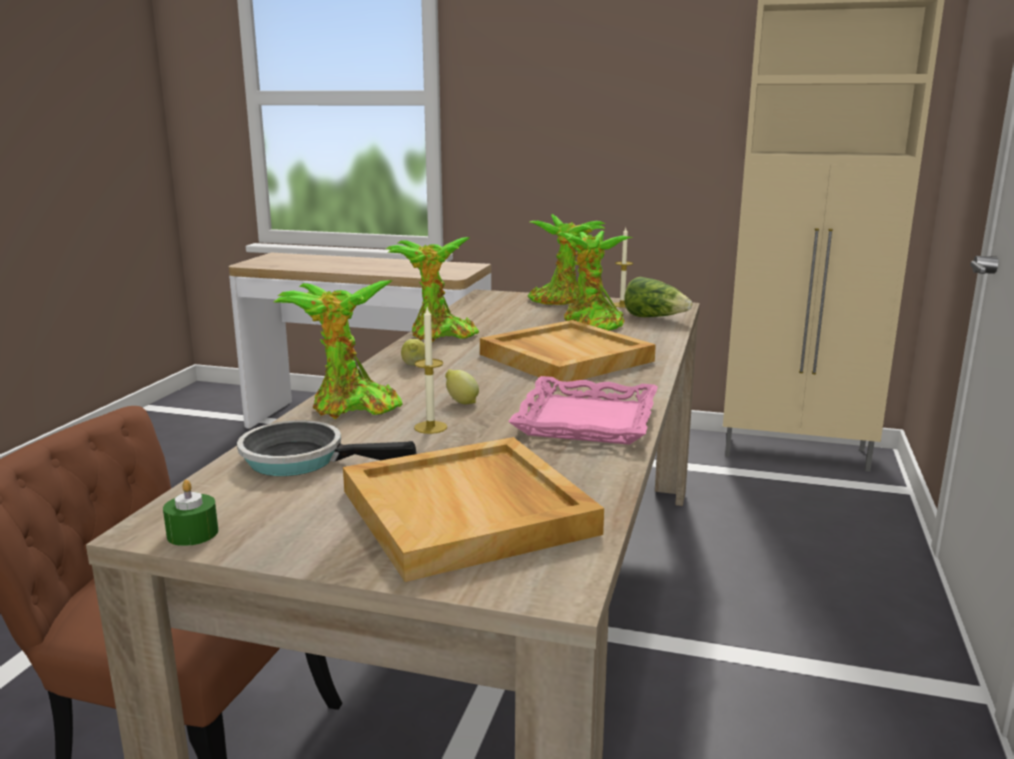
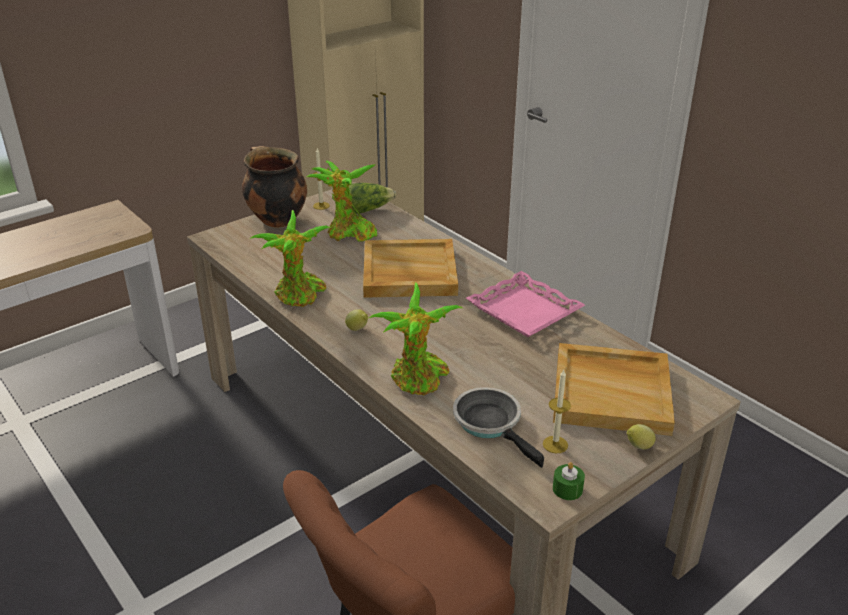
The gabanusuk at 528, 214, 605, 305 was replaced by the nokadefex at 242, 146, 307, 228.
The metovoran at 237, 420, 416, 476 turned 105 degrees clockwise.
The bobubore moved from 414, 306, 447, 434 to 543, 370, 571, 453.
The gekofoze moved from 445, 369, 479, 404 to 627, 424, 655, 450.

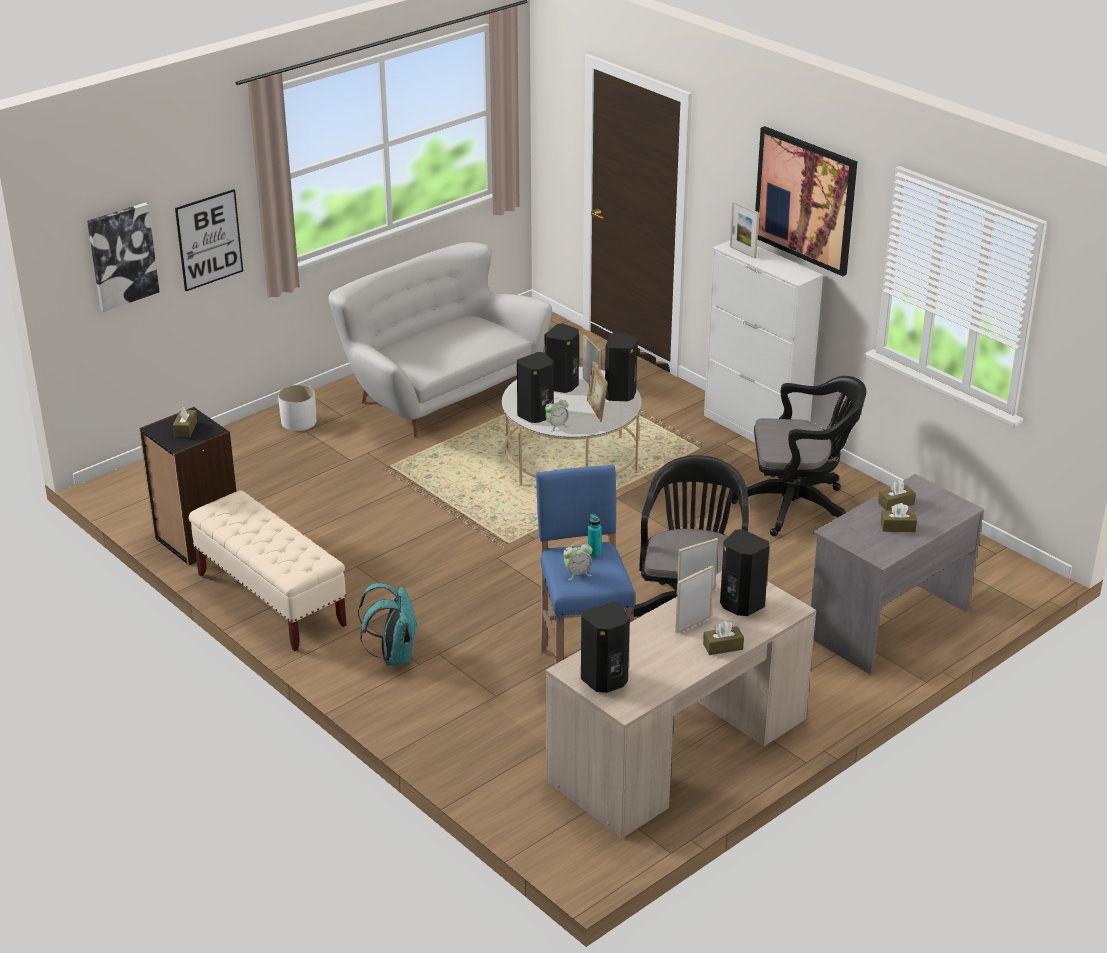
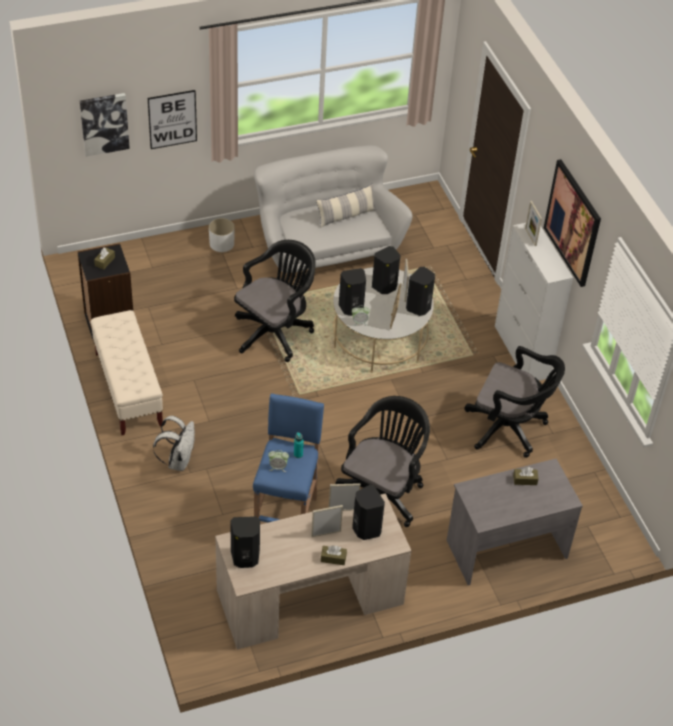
The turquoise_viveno at 358, 583, 417, 666 became the white_viveno at 153, 416, 195, 471.
The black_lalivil at 234, 240, 316, 362 appeared.
The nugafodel at 316, 183, 376, 228 appeared.
The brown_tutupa at 881, 503, 917, 532 disappeared.

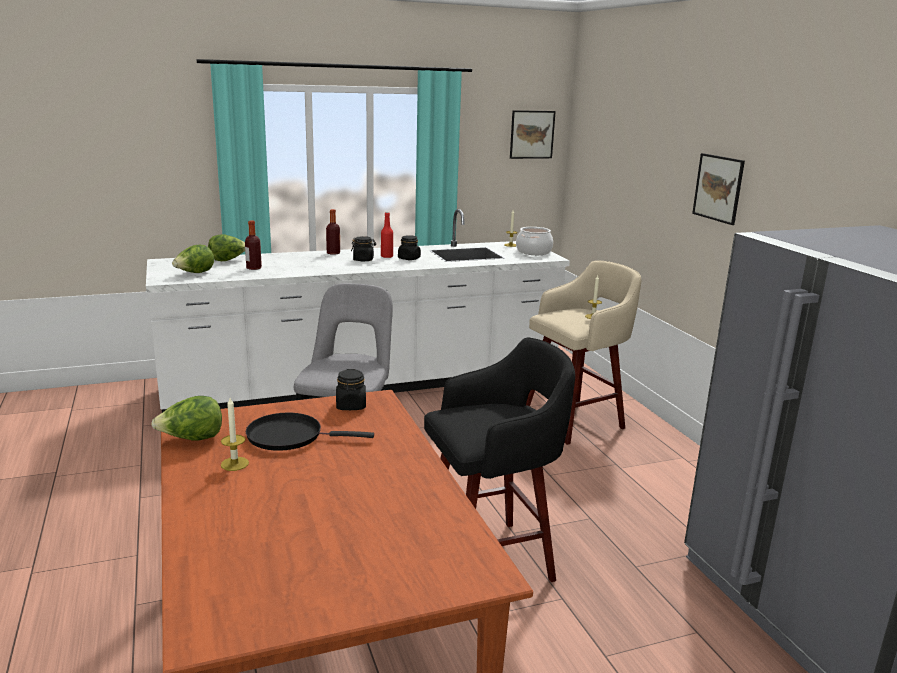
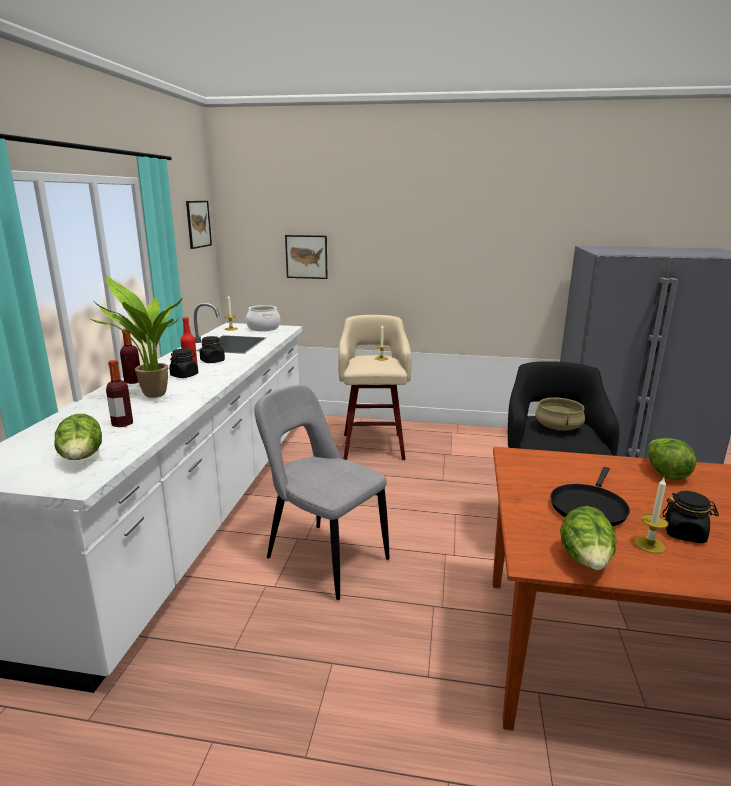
The gabanusuk at 88, 276, 182, 398 appeared.
The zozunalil moved from 692, 153, 745, 225 to 285, 235, 328, 279.
The beige_nokadefex at 535, 397, 585, 431 appeared.
The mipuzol moved from 208, 234, 245, 261 to 648, 438, 697, 481.
The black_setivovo moved from 336, 369, 366, 410 to 662, 491, 719, 543.

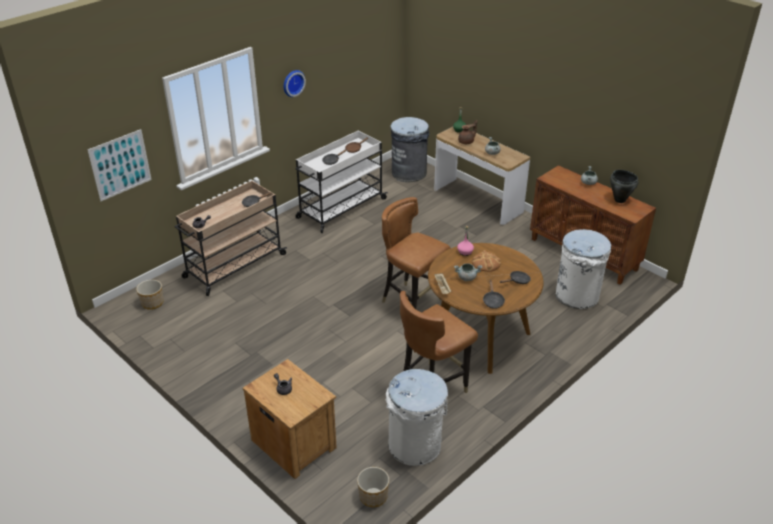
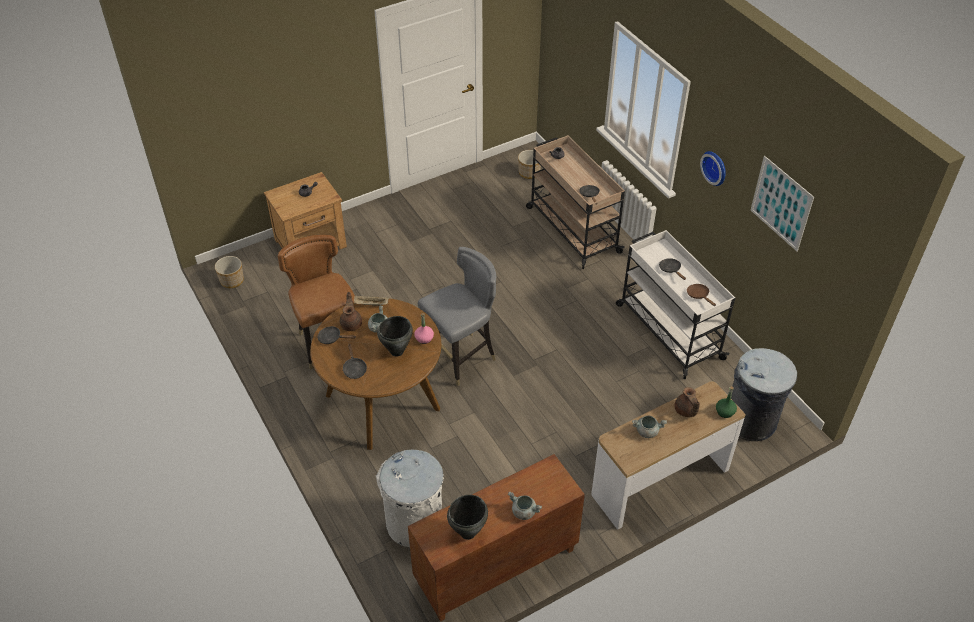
The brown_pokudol at 340, 292, 362, 331 appeared.
The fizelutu at 472, 250, 501, 272 was replaced by the black_nokadefex at 377, 316, 413, 357.
The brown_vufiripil at 382, 197, 450, 309 became the grey_vufiripil at 418, 247, 496, 386.
The zozunalil moved from 88, 129, 152, 201 to 751, 156, 814, 252.
The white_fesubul at 386, 369, 448, 466 disappeared.

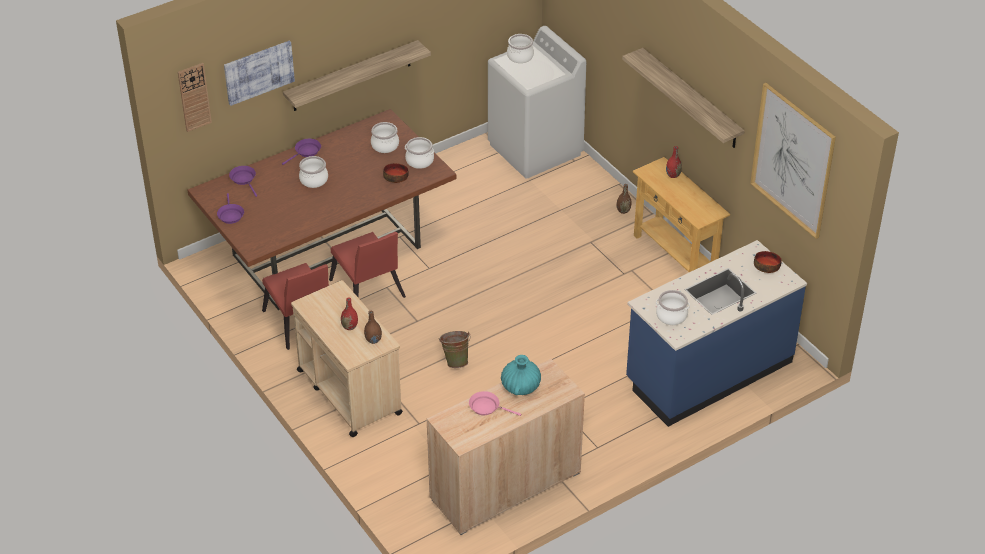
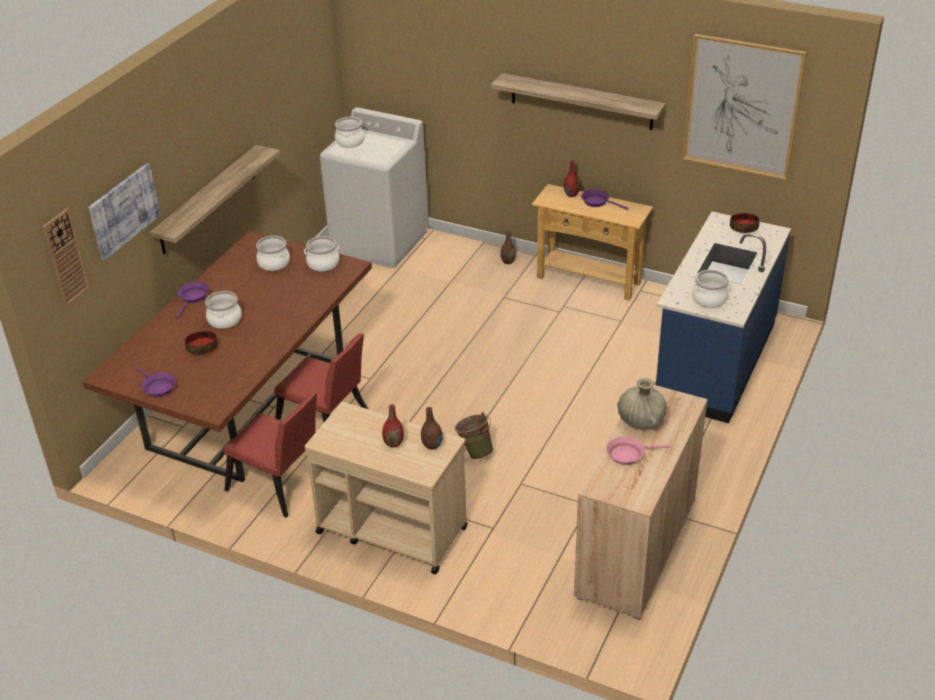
The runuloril moved from 383, 163, 409, 183 to 185, 331, 217, 355.
The purple_metovoran moved from 229, 166, 257, 197 to 581, 189, 628, 210.
The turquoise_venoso at 501, 355, 541, 395 became the beige_venoso at 617, 378, 667, 428.

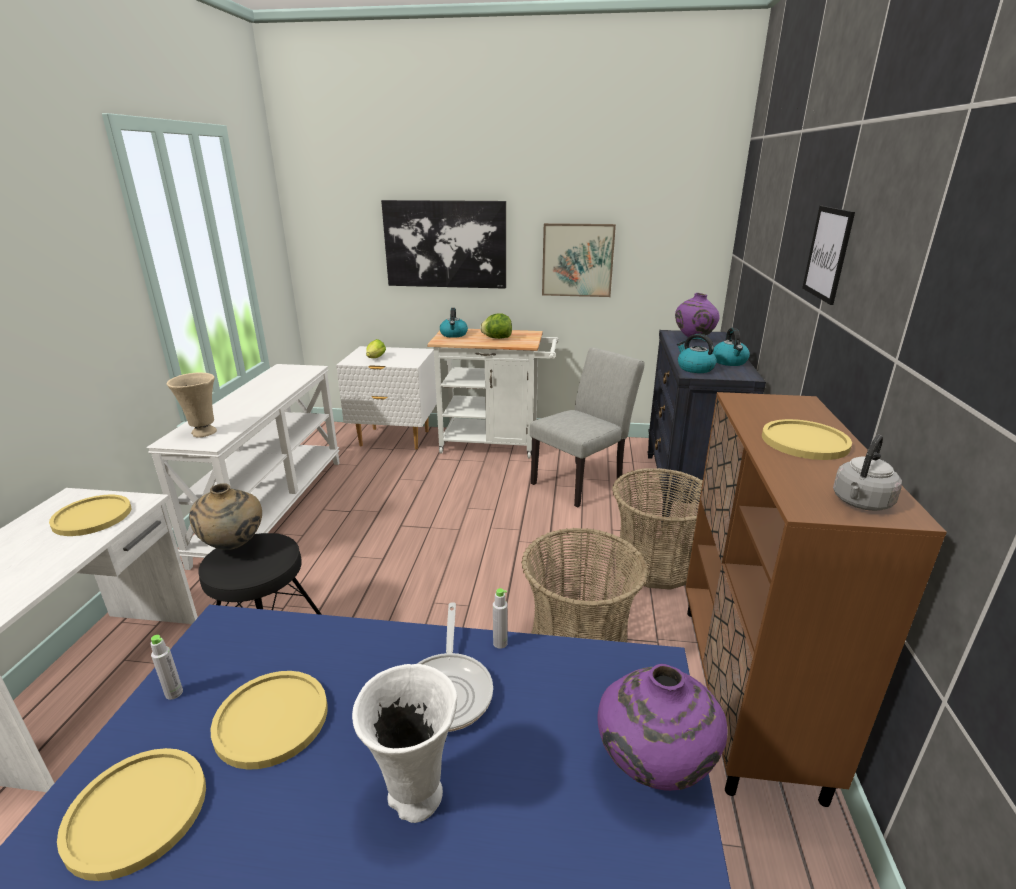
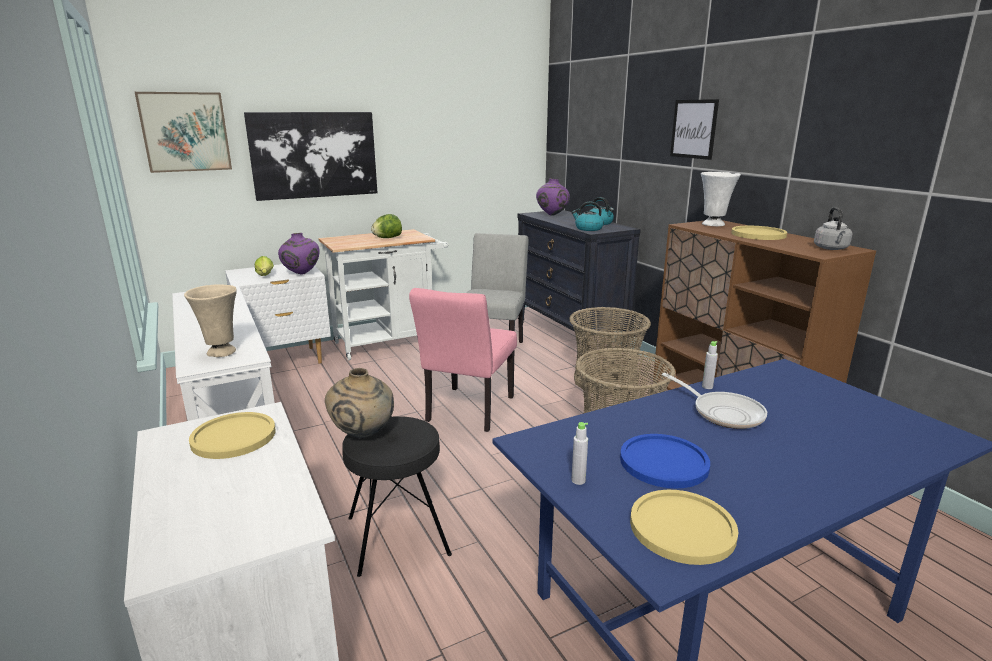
The zozunalil moved from 542, 223, 616, 297 to 135, 92, 232, 173.
The purple_venoso moved from 597, 664, 727, 791 to 278, 233, 320, 275.
The pink_vufiripil at 409, 288, 517, 432 appeared.
The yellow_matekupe at 211, 671, 328, 770 became the blue_matekupe at 620, 434, 710, 489.
The white_venoso moved from 352, 664, 457, 823 to 701, 172, 741, 226.
The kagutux at 440, 308, 468, 338 disappeared.

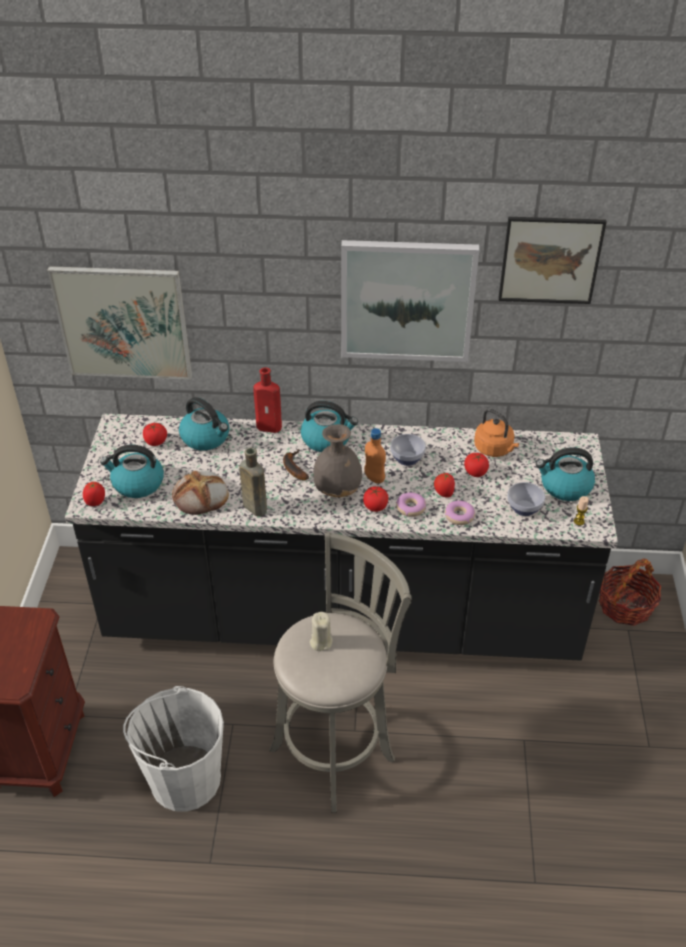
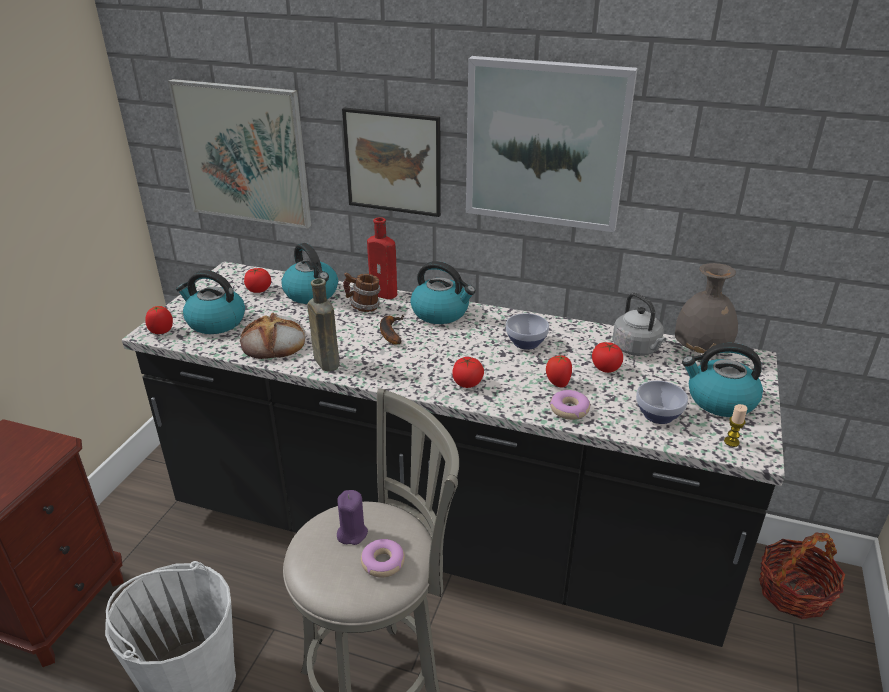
The beige_bobubore at 310, 612, 333, 651 became the purple_bobubore at 337, 490, 368, 545.
The zozunalil moved from 498, 217, 607, 304 to 342, 108, 441, 217.
The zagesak at 343, 272, 381, 312 appeared.
The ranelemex moved from 396, 492, 426, 517 to 361, 539, 405, 578.
The orange_kagutux at 474, 409, 519, 457 became the grey_kagutux at 612, 292, 666, 356.
The grey_venoso moved from 313, 424, 362, 497 to 675, 263, 738, 354.
The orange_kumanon at 364, 428, 386, 484 disappeared.

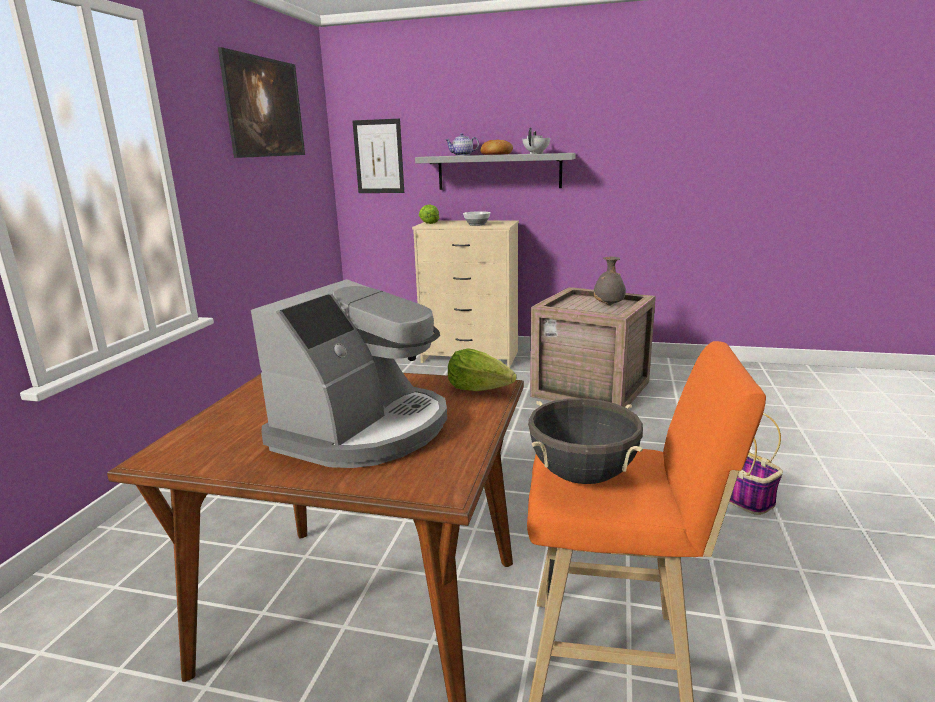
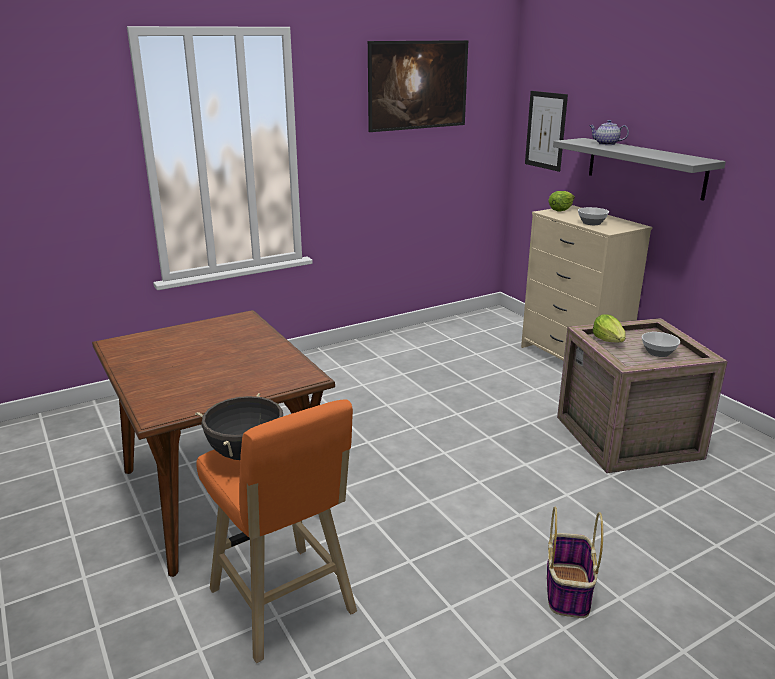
The mipuzol moved from 448, 348, 516, 391 to 593, 314, 626, 342.
The grey_venoso at 594, 257, 626, 305 was replaced by the runuloril at 642, 332, 680, 357.
The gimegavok at 251, 279, 447, 468 disappeared.
The fizelutu at 480, 139, 513, 155 disappeared.
The white_pokudol at 522, 127, 550, 154 disappeared.

